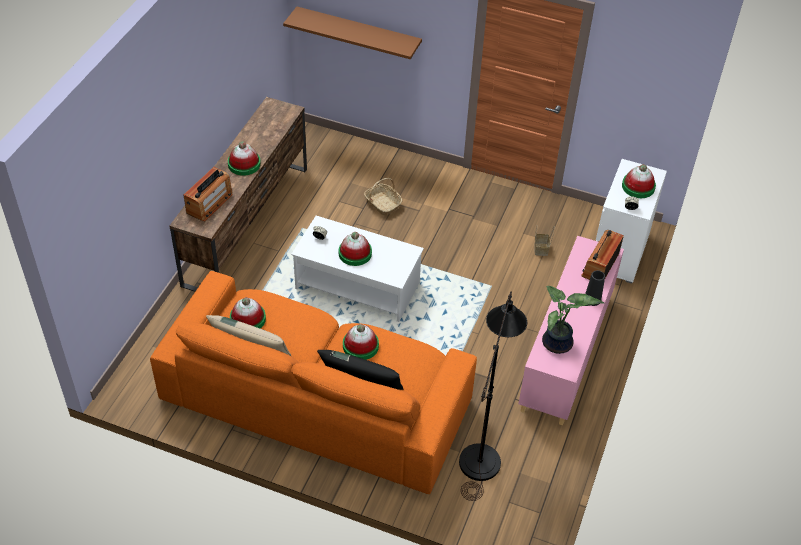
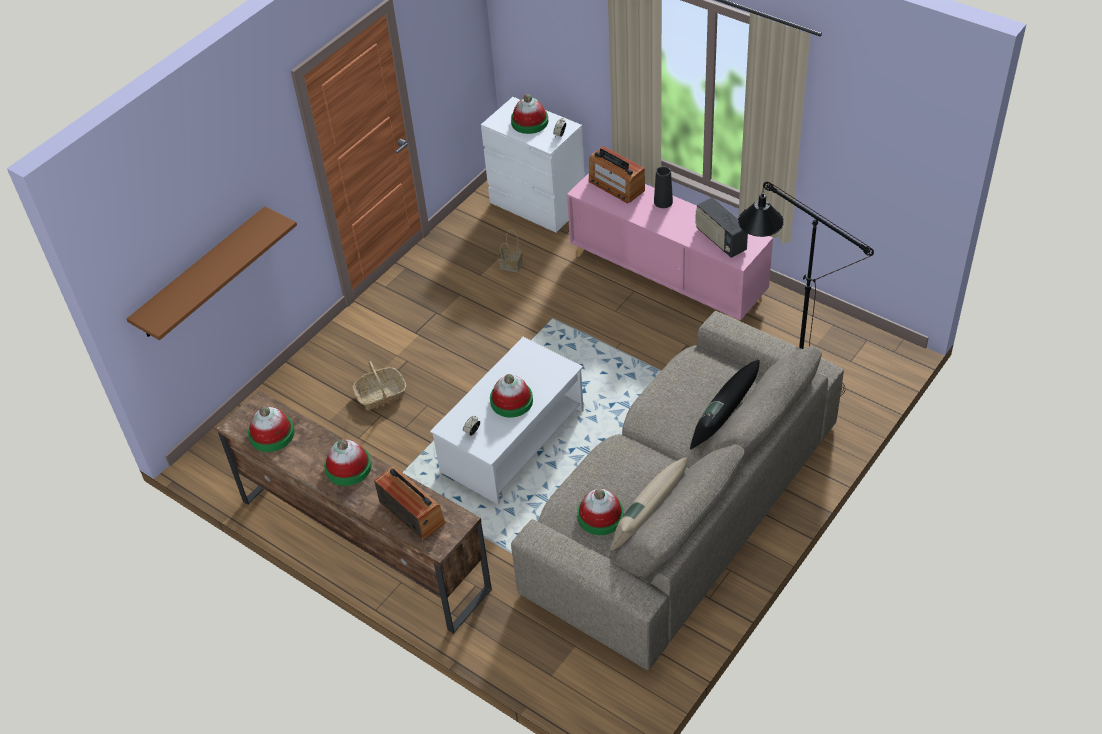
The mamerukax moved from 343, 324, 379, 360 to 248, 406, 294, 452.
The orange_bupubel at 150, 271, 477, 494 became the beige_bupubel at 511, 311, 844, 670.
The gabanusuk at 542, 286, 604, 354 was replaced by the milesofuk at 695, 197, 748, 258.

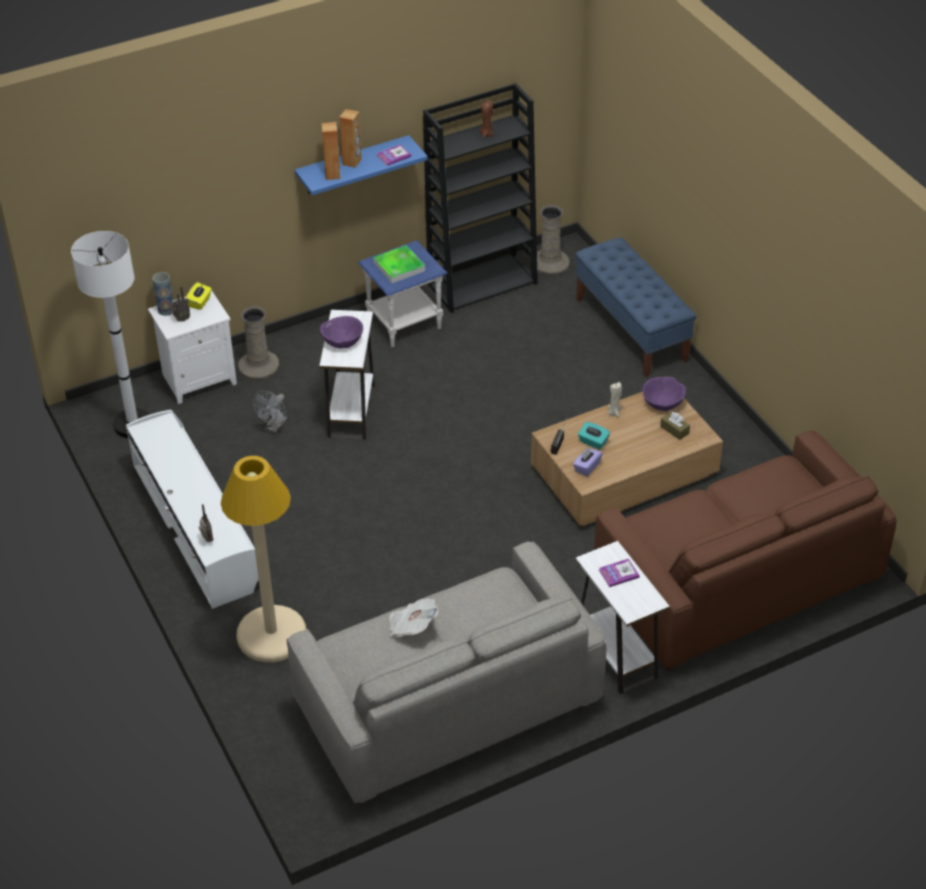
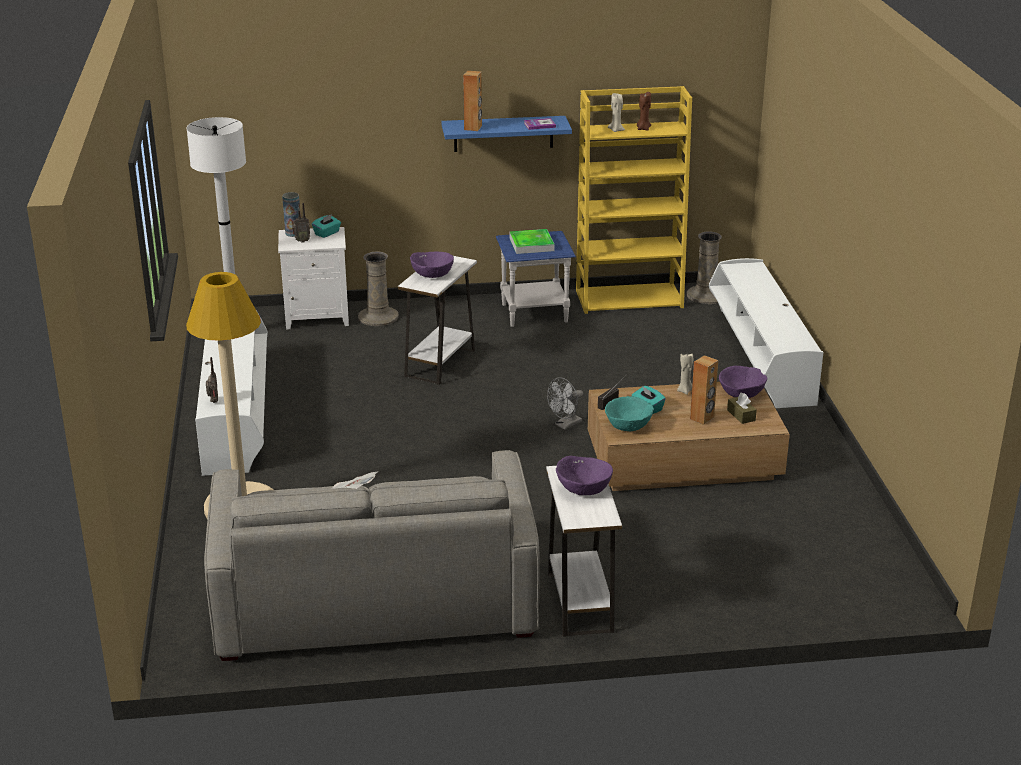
The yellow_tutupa at 186, 282, 211, 310 became the turquoise_tutupa at 312, 214, 341, 238.
The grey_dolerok moved from 253, 391, 287, 433 to 547, 377, 583, 430.
The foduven at 599, 558, 640, 587 was replaced by the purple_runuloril at 556, 456, 613, 495.
The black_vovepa at 423, 83, 538, 313 became the yellow_vovepa at 576, 86, 692, 314.
The purple_tutupa at 573, 448, 603, 476 was replaced by the turquoise_runuloril at 605, 396, 654, 431.
The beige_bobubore at 608, 93, 625, 132 appeared.
The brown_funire moved from 339, 109, 362, 168 to 690, 355, 718, 425.
The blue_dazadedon at 576, 237, 696, 377 was replaced by the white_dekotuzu at 709, 258, 823, 408.
The brown_bupubel at 594, 430, 897, 670 disappeared.

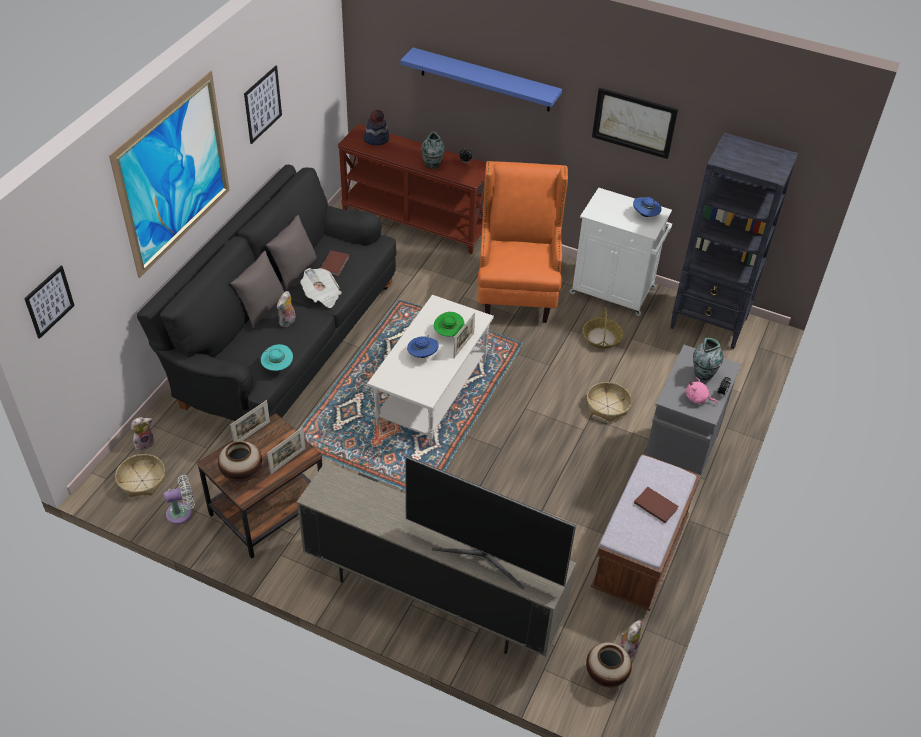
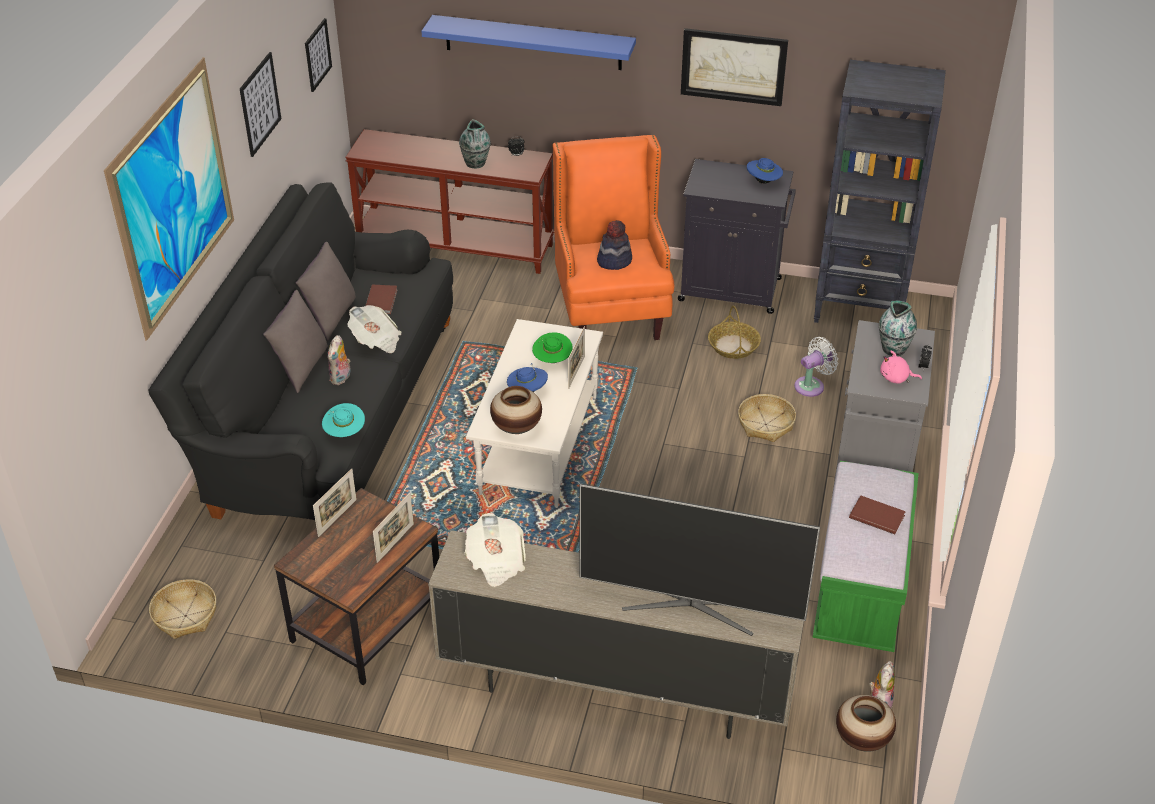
The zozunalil moved from 24, 266, 75, 339 to 305, 18, 332, 92.
The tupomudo at 465, 513, 526, 587 appeared.
The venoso moved from 218, 441, 262, 482 to 490, 386, 542, 434.
The mamerukax moved from 364, 110, 390, 146 to 597, 220, 632, 270.
The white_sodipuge at 570, 188, 672, 316 became the black_sodipuge at 678, 159, 796, 314.
The white_dolerok moved from 164, 475, 195, 524 to 794, 337, 838, 397.
The brown_dazadedon at 591, 454, 701, 611 became the green_dazadedon at 813, 461, 919, 652.
The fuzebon at 131, 417, 154, 452 disappeared.

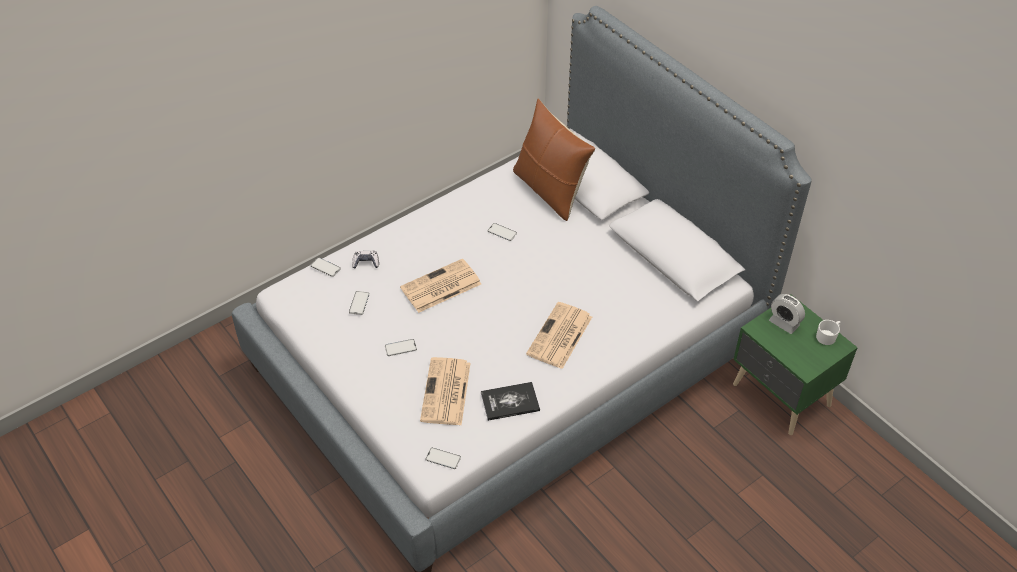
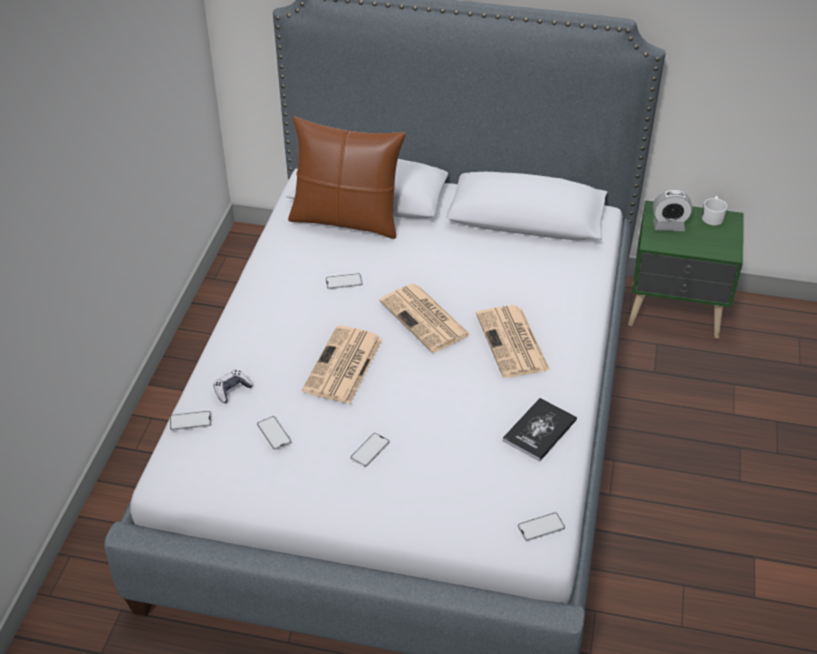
The tupomudo moved from 420, 357, 471, 426 to 379, 284, 471, 353.

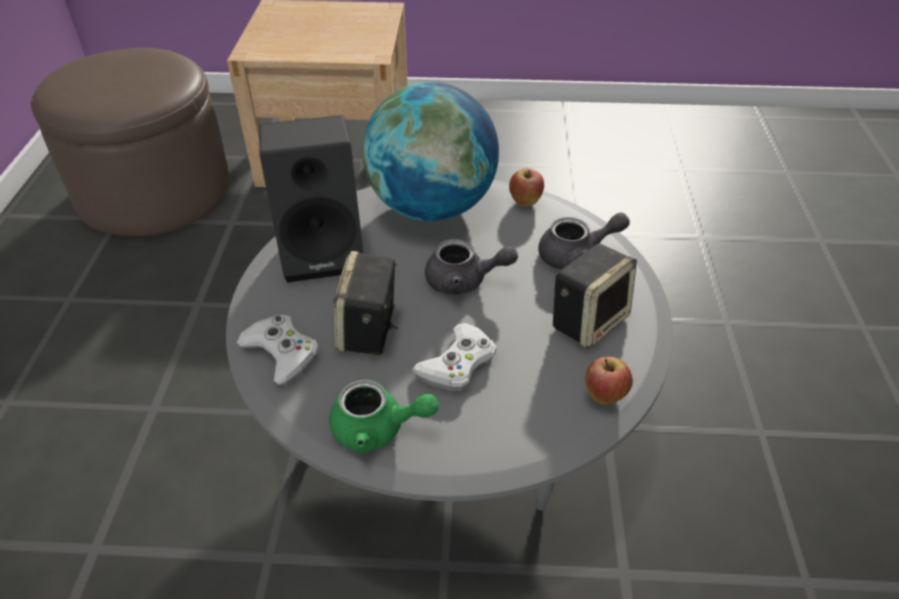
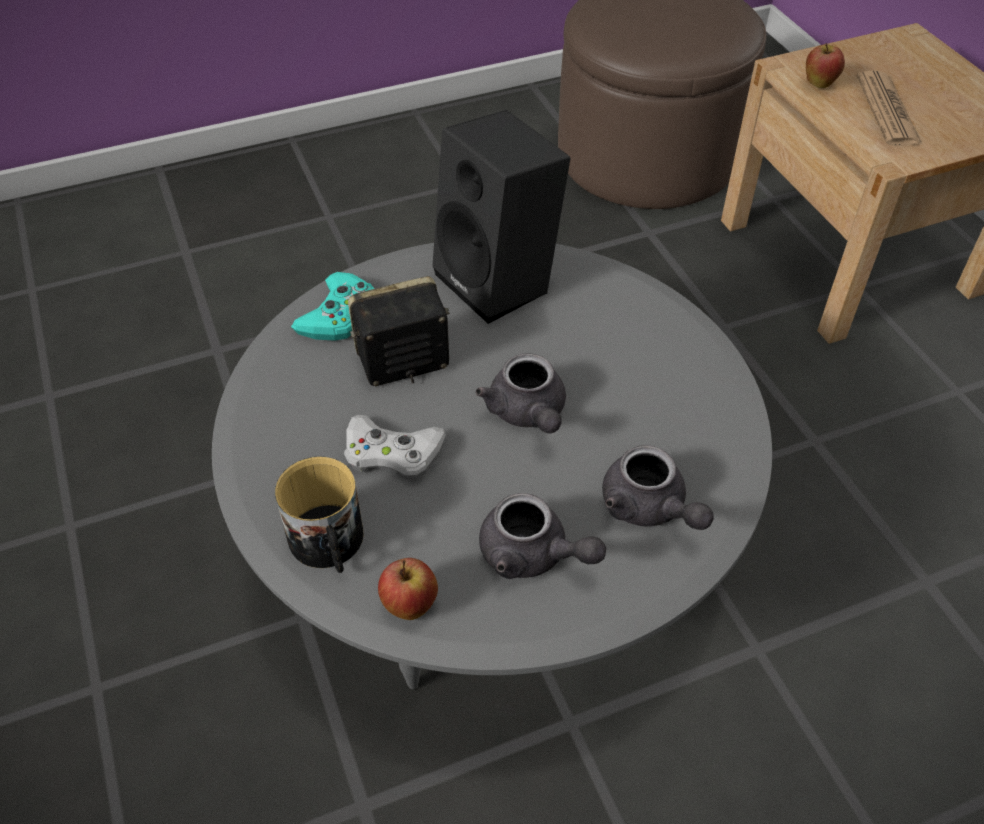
The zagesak at 275, 456, 363, 573 appeared.
The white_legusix at 237, 315, 319, 385 became the turquoise_legusix at 291, 272, 374, 341.
The funire at 553, 244, 637, 348 was replaced by the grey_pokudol at 479, 493, 606, 579.
The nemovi moved from 509, 168, 544, 206 to 806, 43, 845, 88.
The tupomudo at 857, 70, 922, 146 appeared.
The green_pokudol at 329, 380, 439, 453 disappeared.
The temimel at 362, 82, 499, 221 disappeared.

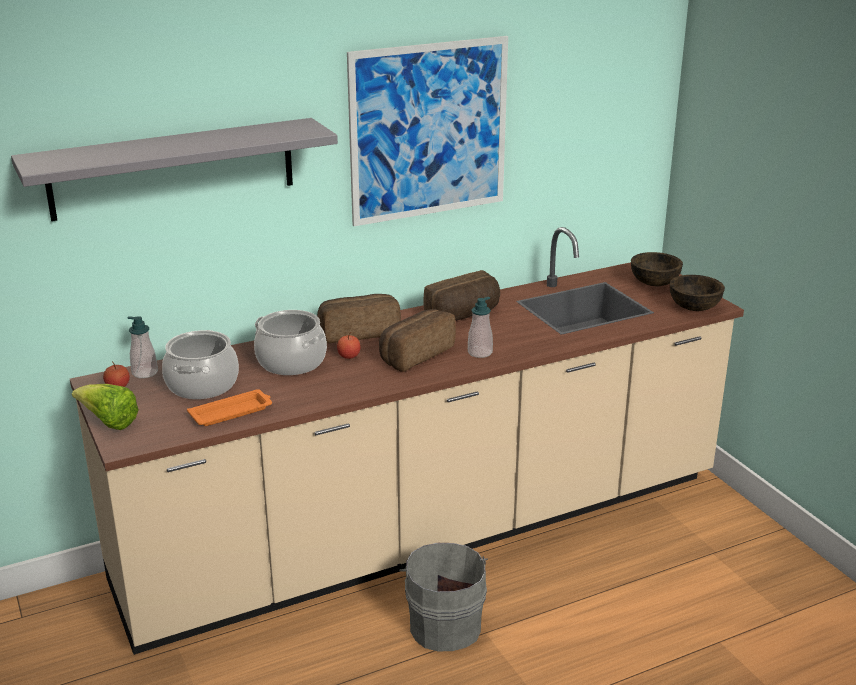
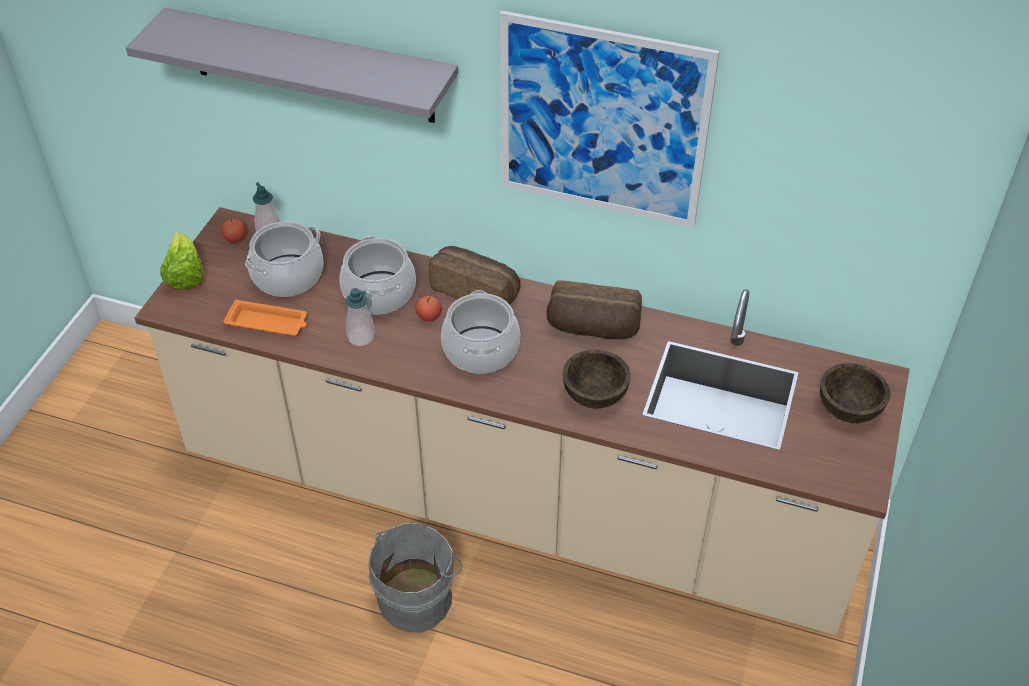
The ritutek moved from 468, 297, 493, 358 to 346, 288, 375, 346.
The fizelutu at 379, 309, 456, 372 was replaced by the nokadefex at 441, 290, 520, 374.
The brown_runuloril moved from 670, 275, 725, 311 to 563, 350, 631, 409.

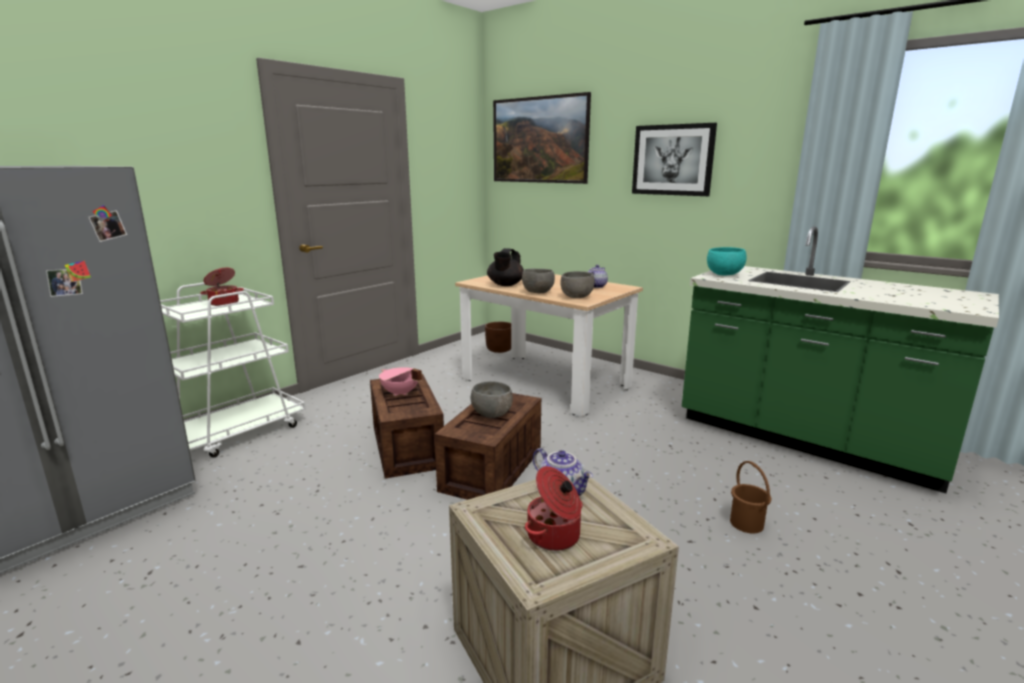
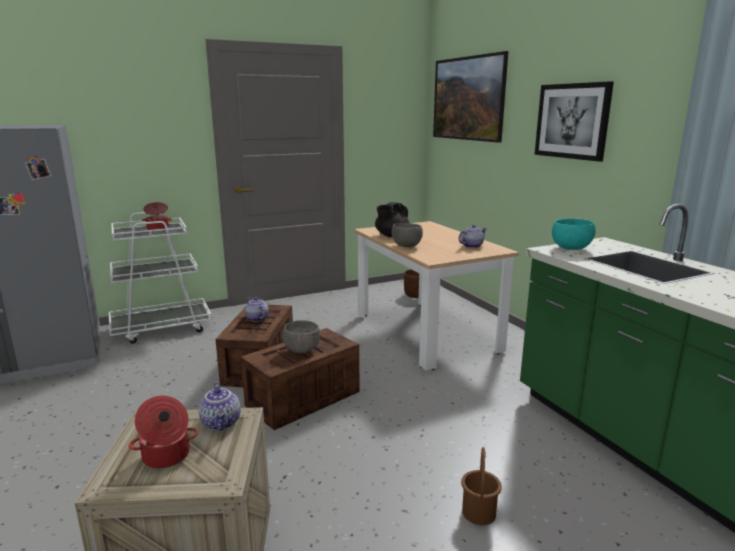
The pink_nokadefex at 379, 367, 422, 396 was replaced by the pokudol at 245, 297, 269, 322.
The grey_runuloril at 560, 271, 595, 298 disappeared.

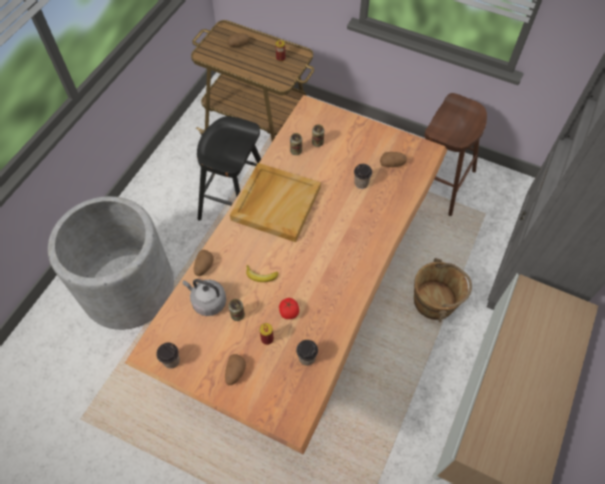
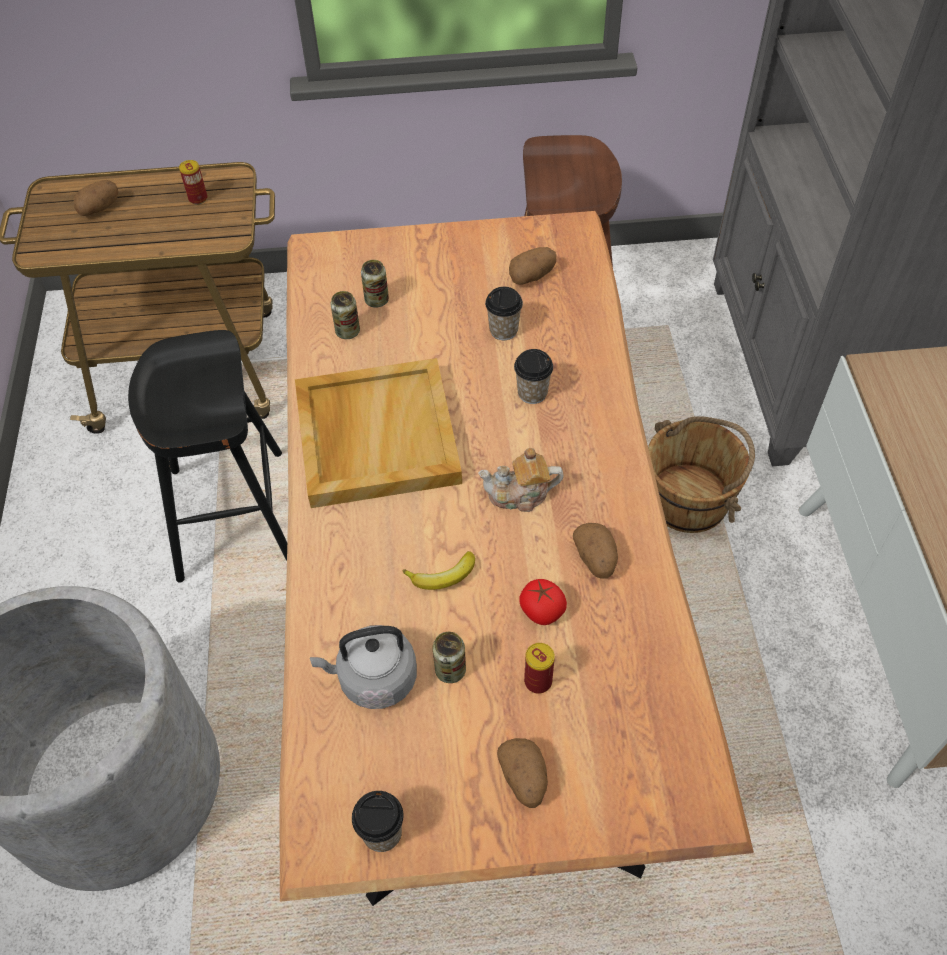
The pokudol at 478, 448, 564, 512 appeared.
The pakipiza moved from 296, 340, 318, 366 to 514, 349, 553, 404.
The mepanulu moved from 194, 250, 213, 276 to 573, 523, 618, 578.

